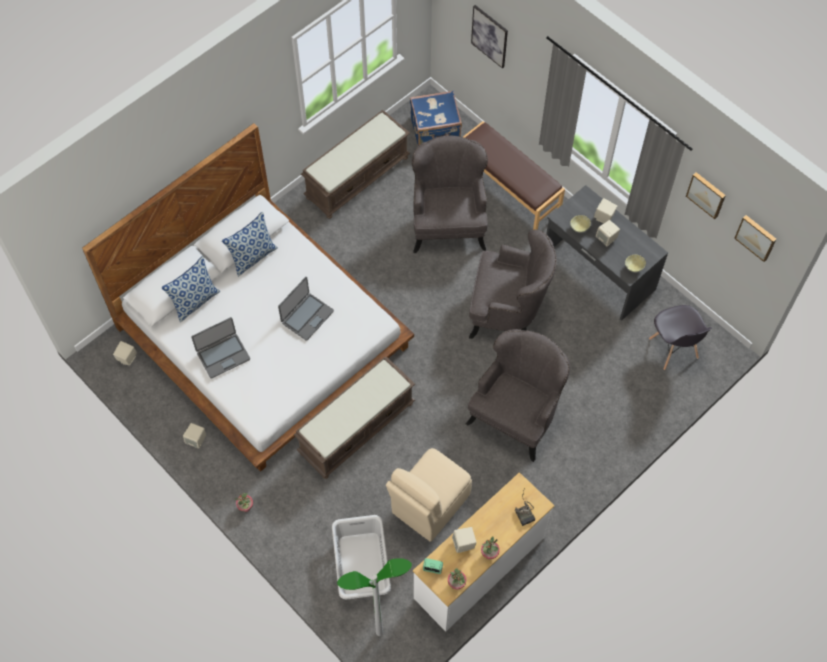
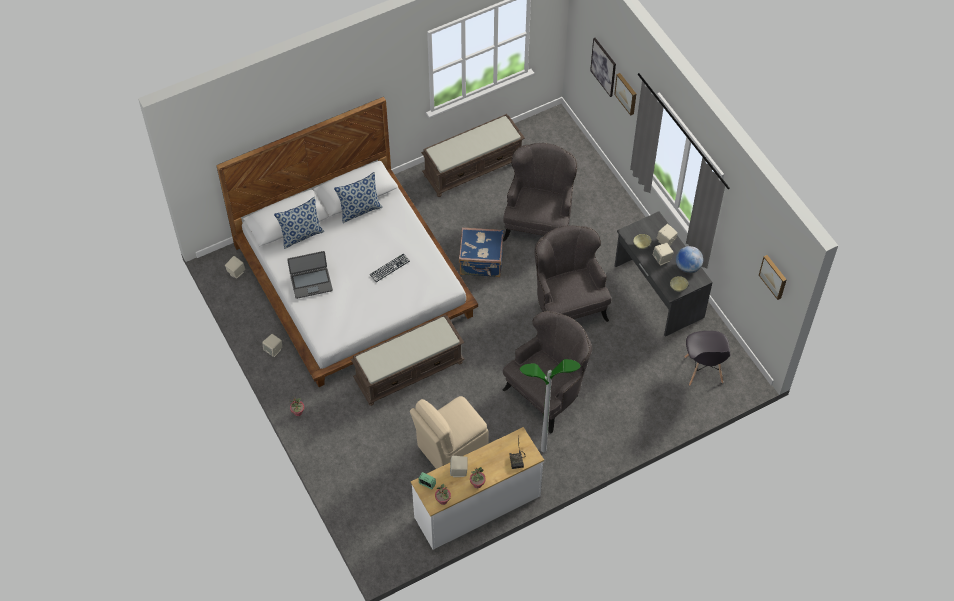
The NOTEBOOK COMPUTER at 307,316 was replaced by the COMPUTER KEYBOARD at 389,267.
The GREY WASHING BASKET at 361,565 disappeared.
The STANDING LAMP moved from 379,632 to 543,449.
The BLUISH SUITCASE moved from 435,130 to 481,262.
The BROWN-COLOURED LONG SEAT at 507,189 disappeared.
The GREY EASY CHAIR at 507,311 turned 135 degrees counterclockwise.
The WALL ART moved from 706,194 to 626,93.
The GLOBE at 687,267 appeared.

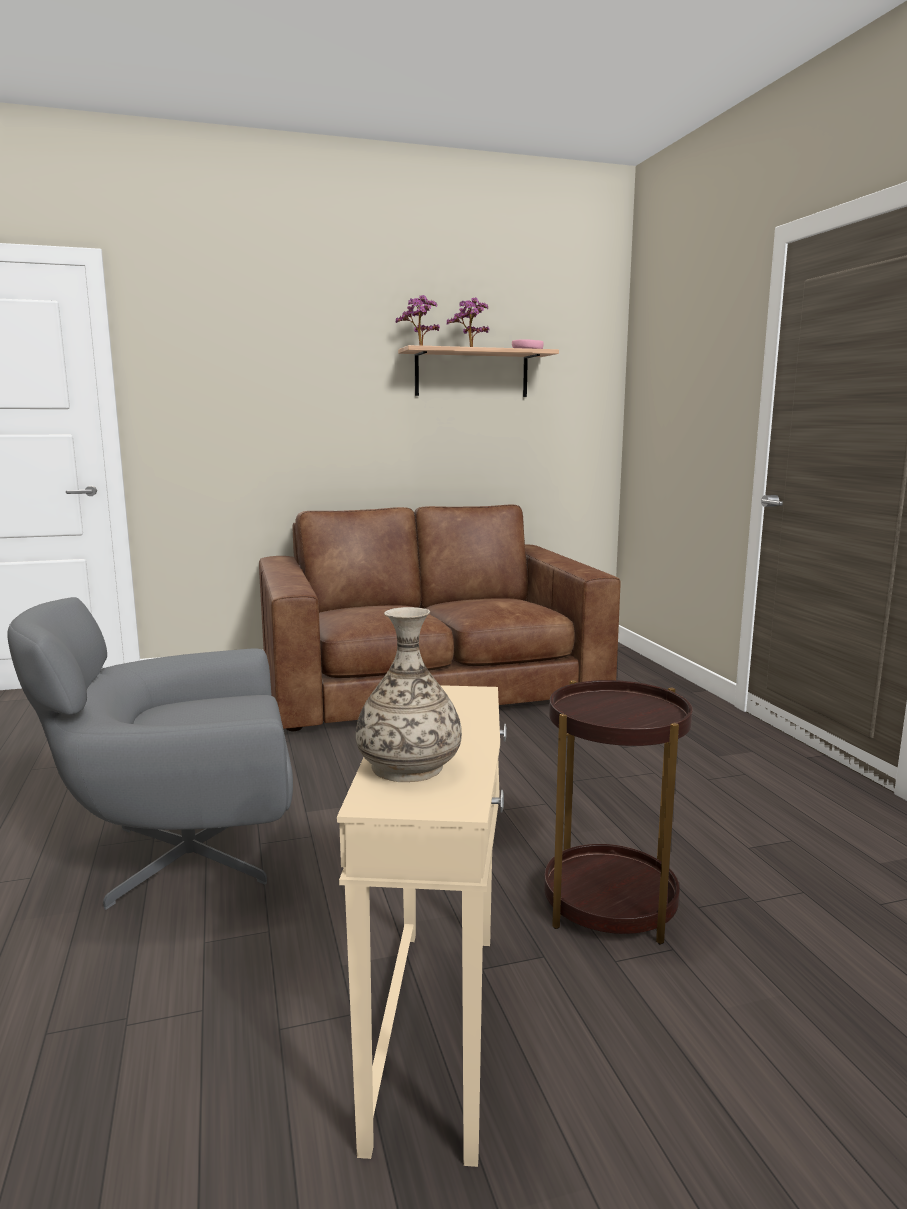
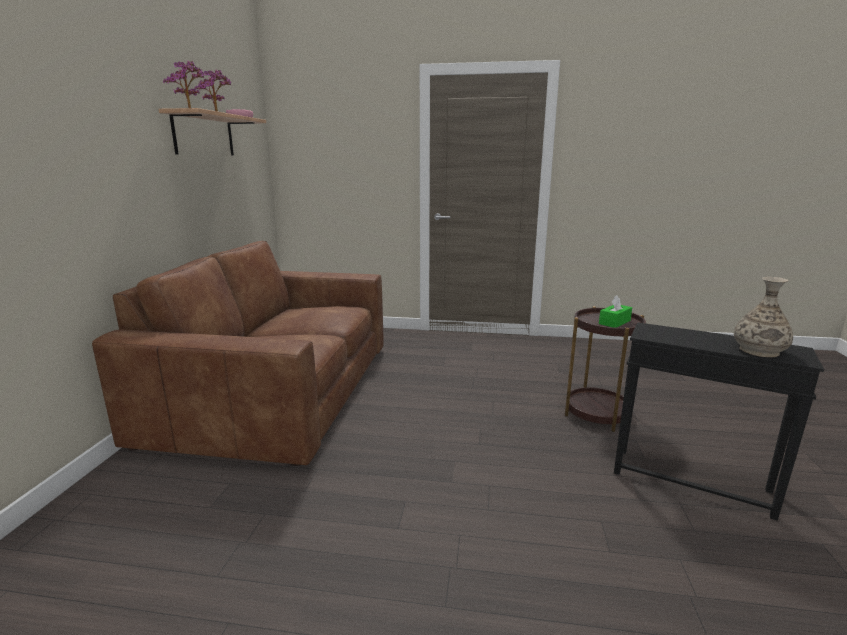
The GREY EASY CHAIR at 181,856 disappeared.
The SAND-COLOURED SIDE TABLE at 437,1028 became the BLACK-COLOURED SIDE TABLE at 690,480.
The GREENISH TISSUE BOX at 614,322 appeared.

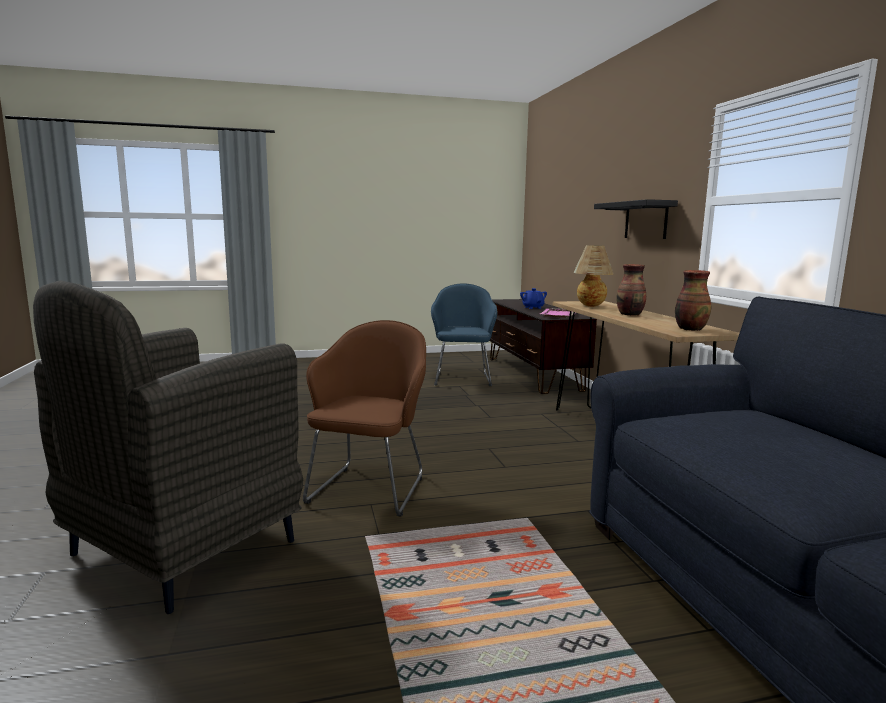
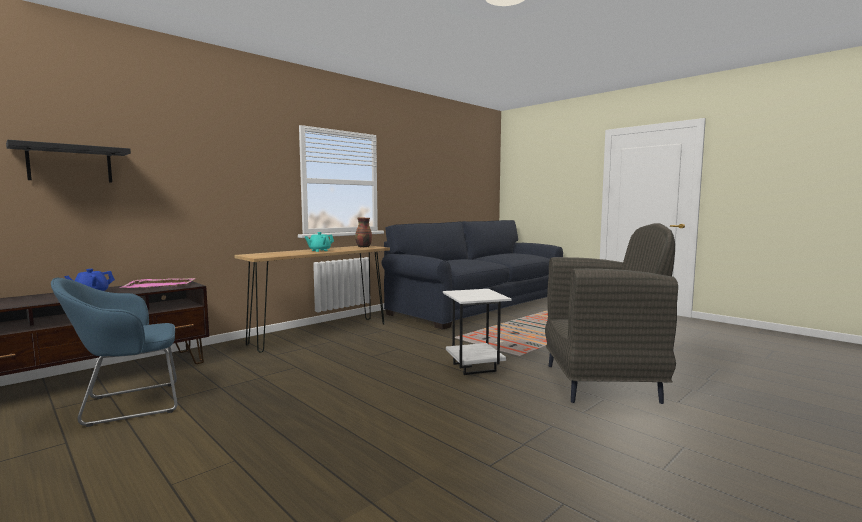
The BROWN-COLOURED EASY CHAIR at 370,487 was replaced by the WHITE SIDE TABLE at 473,368.
The TABLE LAMP at 591,306 disappeared.
The BLACK-COLOURED BRACKET SHELF moved from 646,220 to 70,164.
The VASE at 630,314 was replaced by the TURQUOISE-COLOURED POT FOR TEA at 319,250.

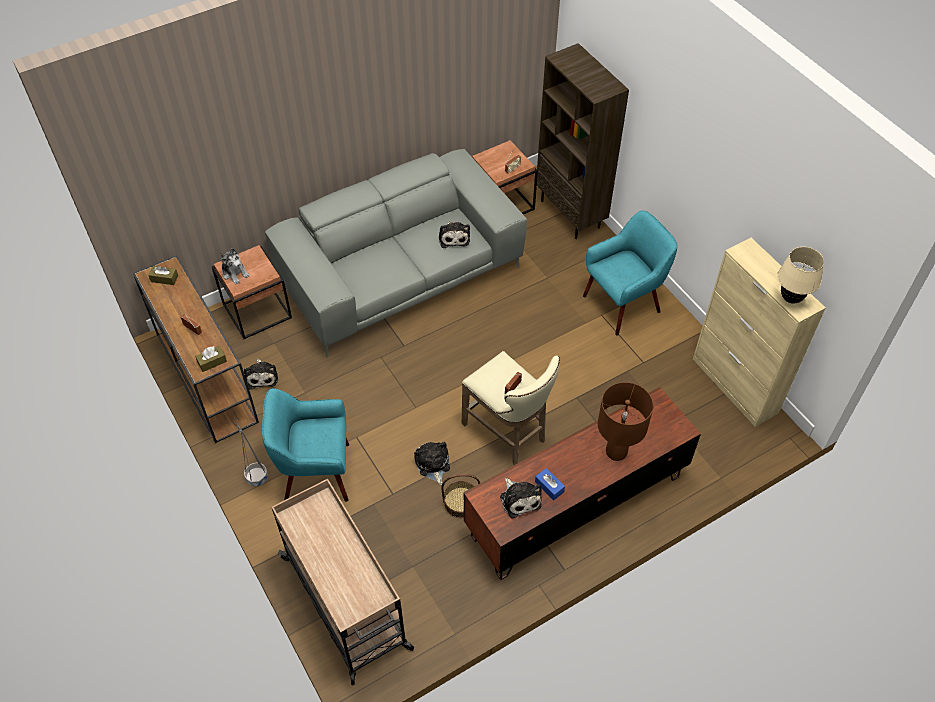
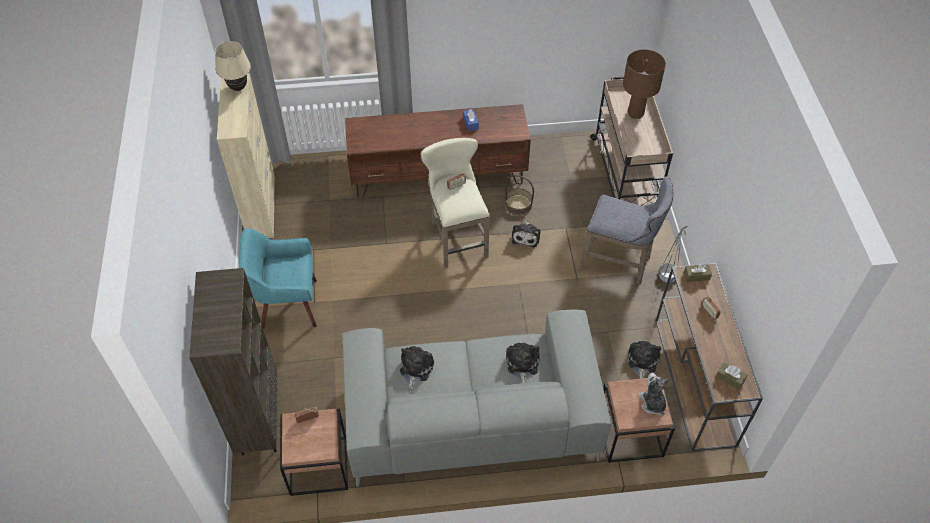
The TURQUOISE-COLOURED EASY CHAIR at 316,473 was replaced by the GREY STOOL SEAT at 619,263.
The PLUSH TOY moved from 519,499 to 522,365.
The BROWN-COLOURED TABLE LAMP moved from 616,452 to 636,113.

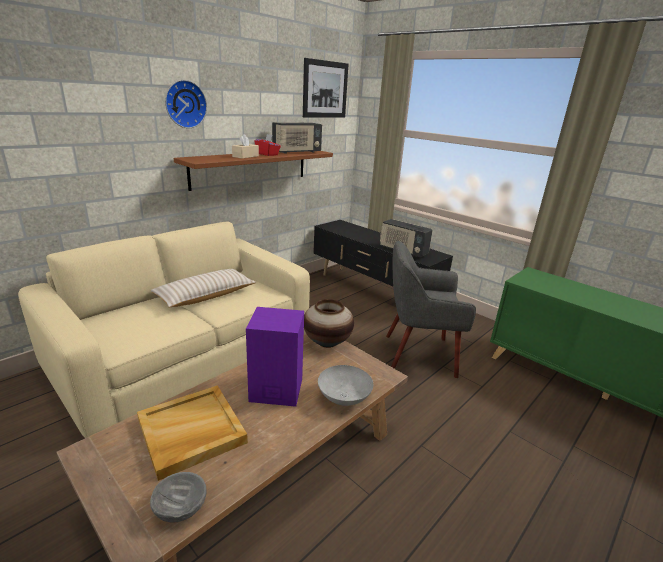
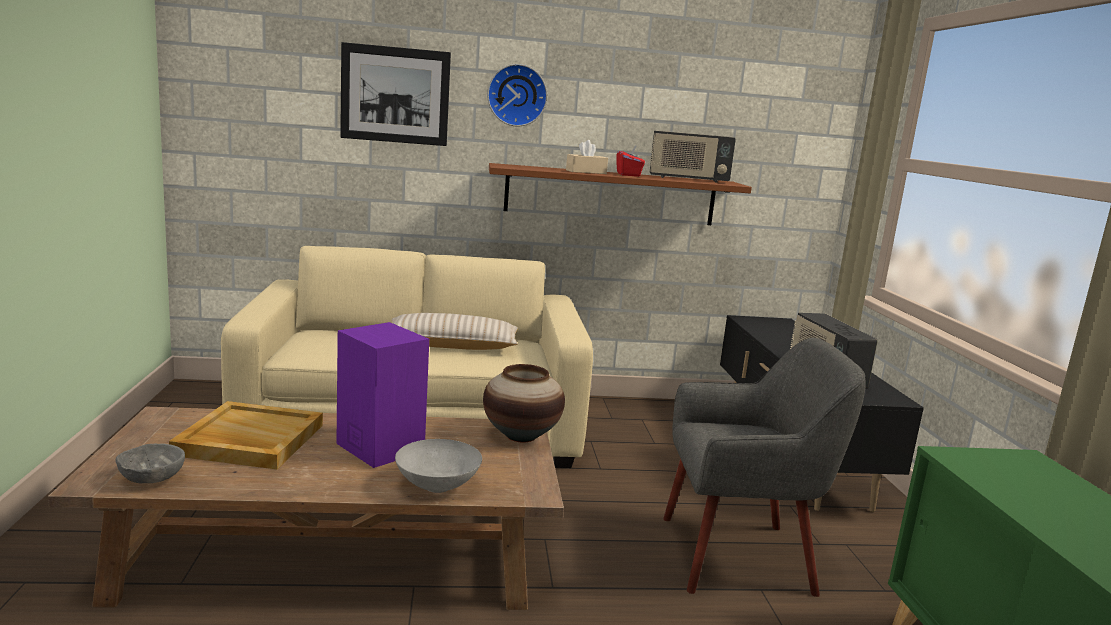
The WALL ART moved from 325,89 to 395,95.
The GREY EASY CHAIR at 418,354 turned 135 degrees clockwise.

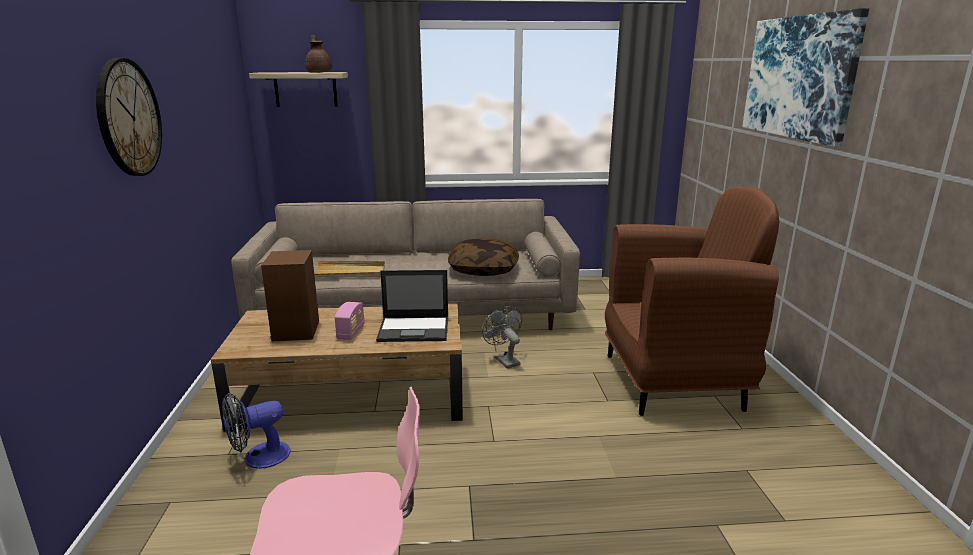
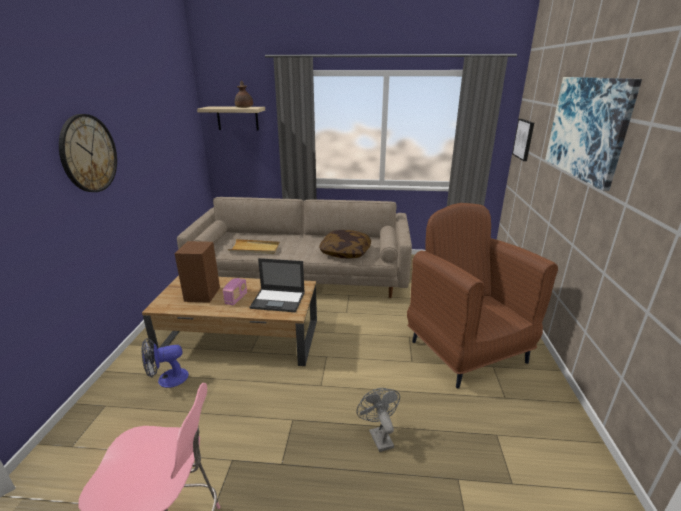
The GREY COOLING FAN moved from 504,360 to 378,435.
The BROWN-COLOURED EASY CHAIR at 674,381 turned 120 degrees counterclockwise.
The WALL ART at 524,139 appeared.

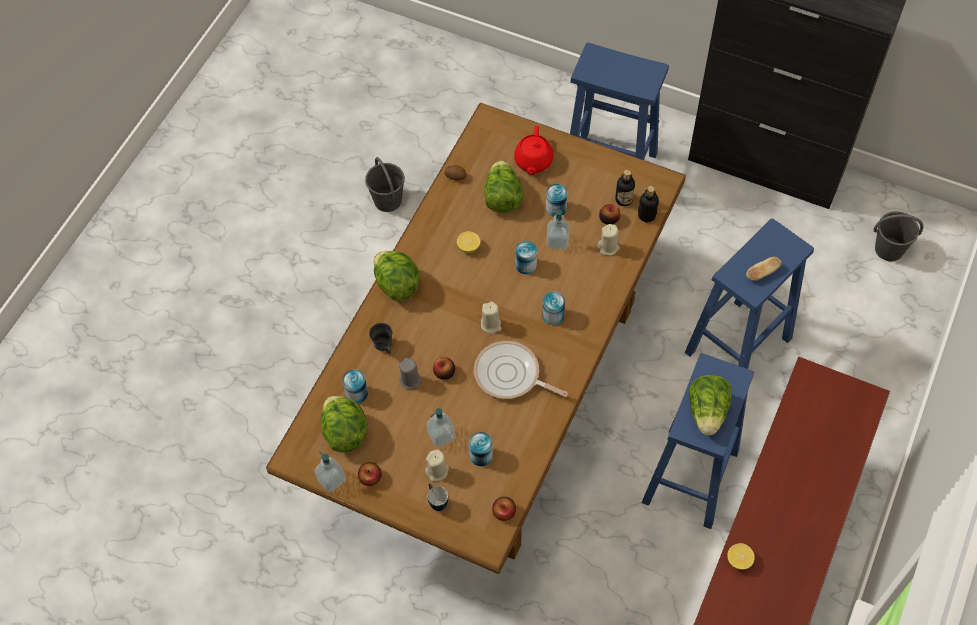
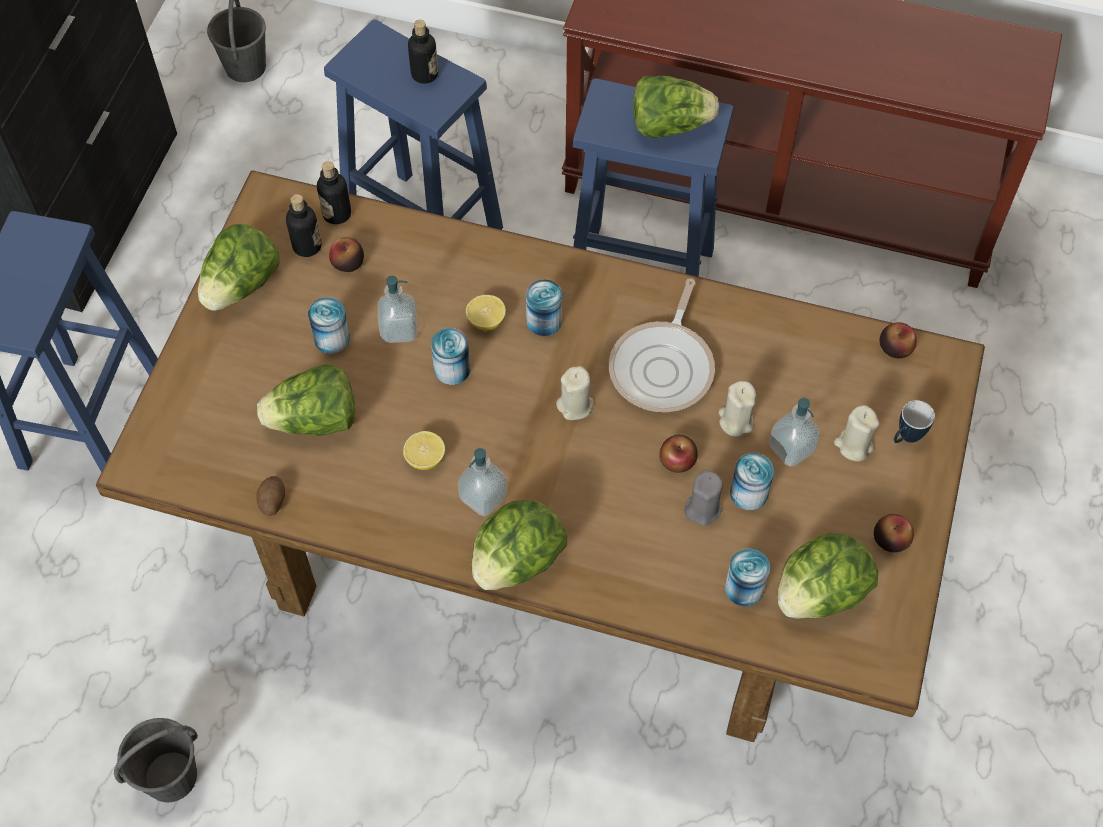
The SOAP DISPENSER moved from 331,480 to 483,497.
The GREY COFFEE MUG at 384,348 disappeared.
The CAN moved from 481,455 to 749,493.
The RED POT FOR TEA at 533,161 disappeared.
The SAND-COLOURED CANDLE moved from 608,247 to 735,420.
The CITRUS FRUIT moved from 739,560 to 486,321.
The BREAD at 762,273 was replaced by the BEVERAGE BOTTLE at 424,74.
The LETTUCE HEAD at 241,286 appeared.

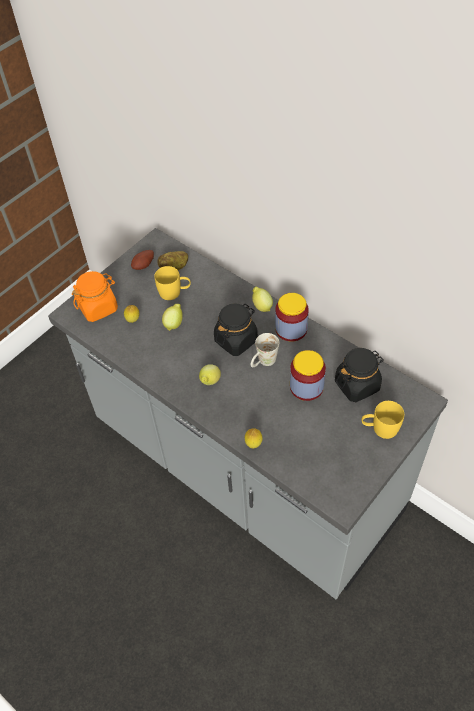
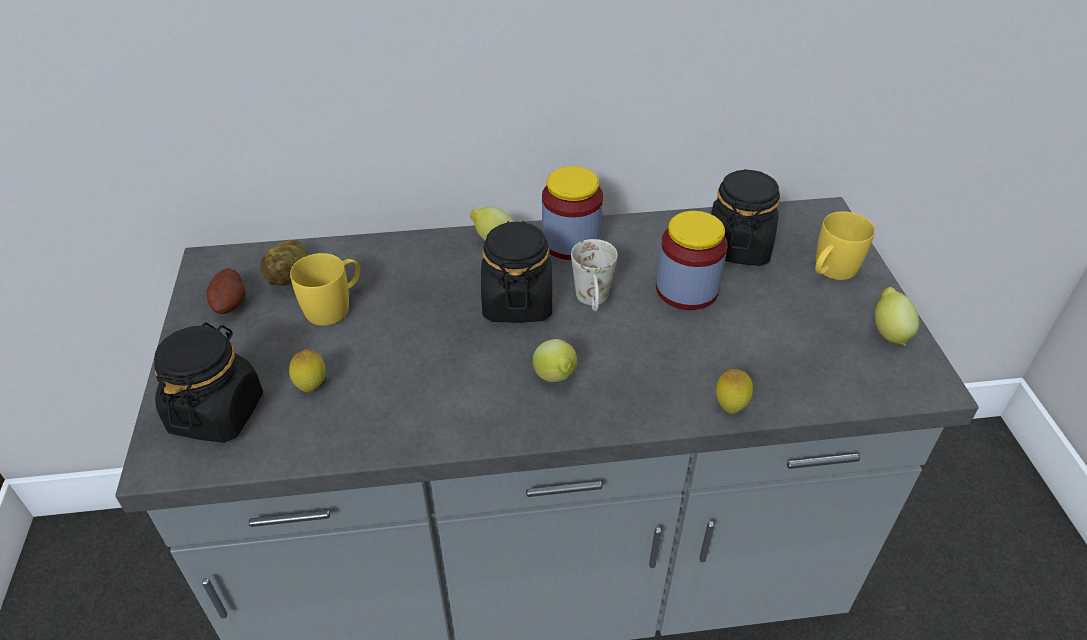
The ORANGE-COLOURED PRESERVE JAR at 98,307 became the BLACK-COLOURED PRESERVE JAR at 217,412.
The CITRUS FRUIT moved from 174,323 to 888,332.

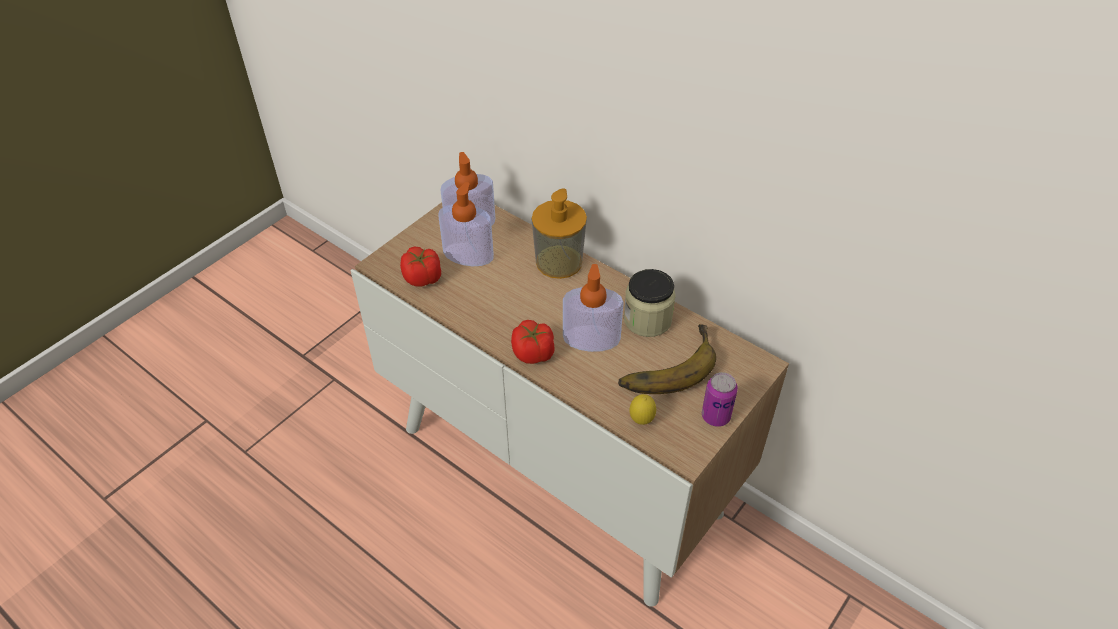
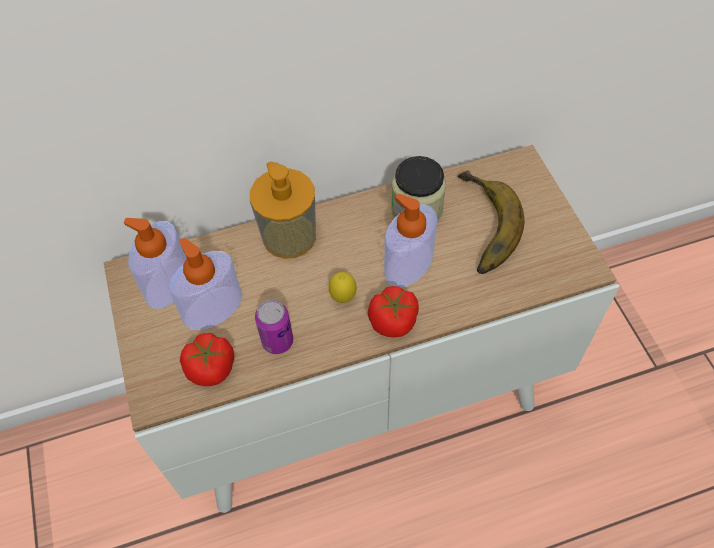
The CITRUS FRUIT moved from 641,421 to 343,298.
The CAN moved from 715,416 to 277,341.

